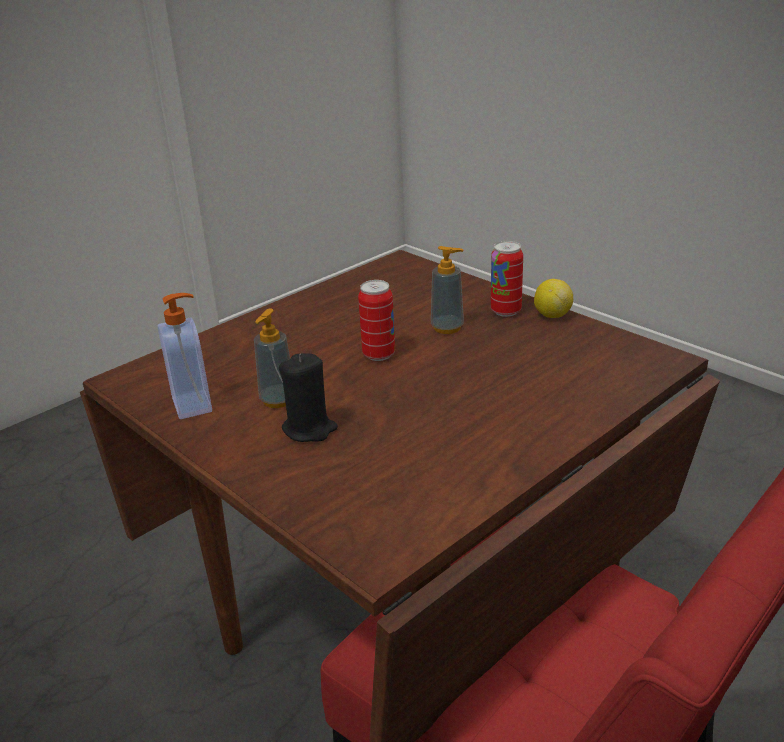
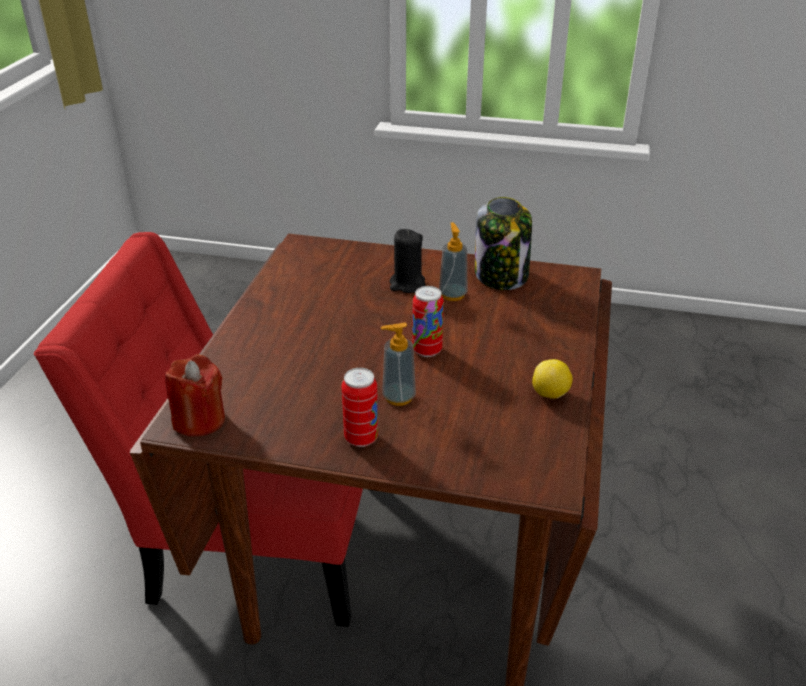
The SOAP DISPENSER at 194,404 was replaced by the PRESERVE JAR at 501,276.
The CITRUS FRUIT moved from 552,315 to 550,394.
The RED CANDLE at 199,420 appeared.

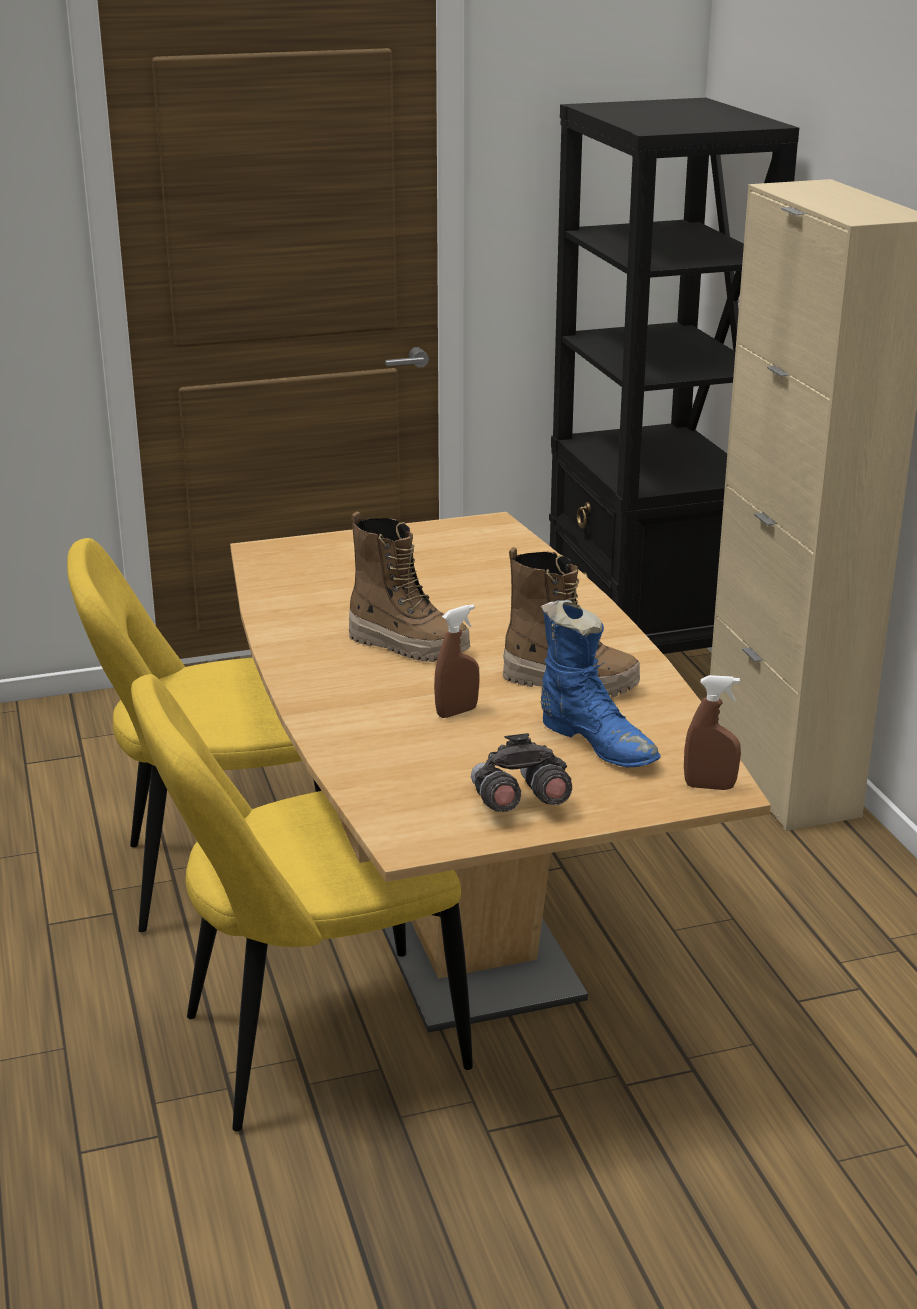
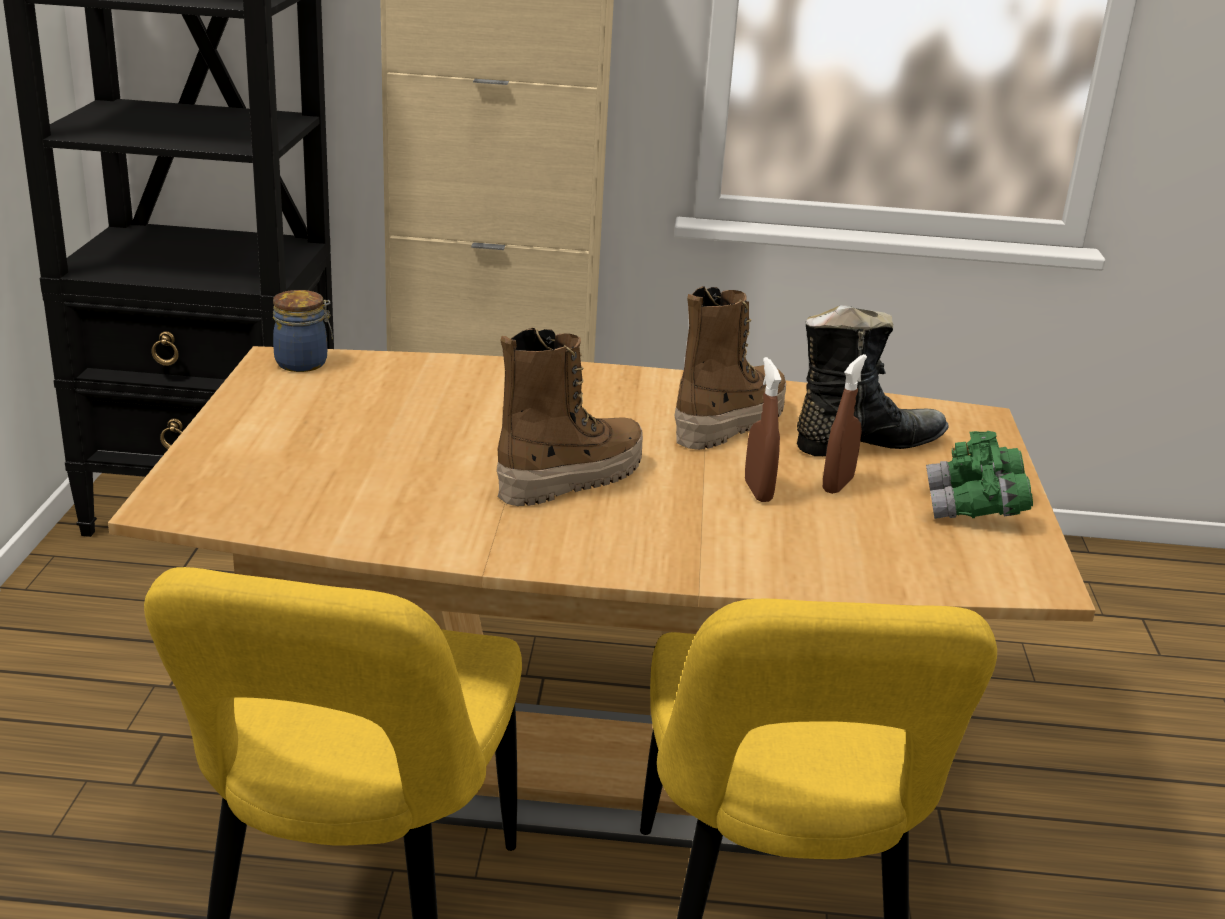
The GREY PAIR OF BINOCULARS at 517,803 became the GREENISH PAIR OF BINOCULARS at 974,509.
The BLUISH BOOT at 597,743 became the BLACK-COLOURED BOOT at 865,443.
The BROWN-COLOURED SPRAY BOTTLE moved from 709,786 to 837,484.
The PRESERVE JAR at 304,363 appeared.

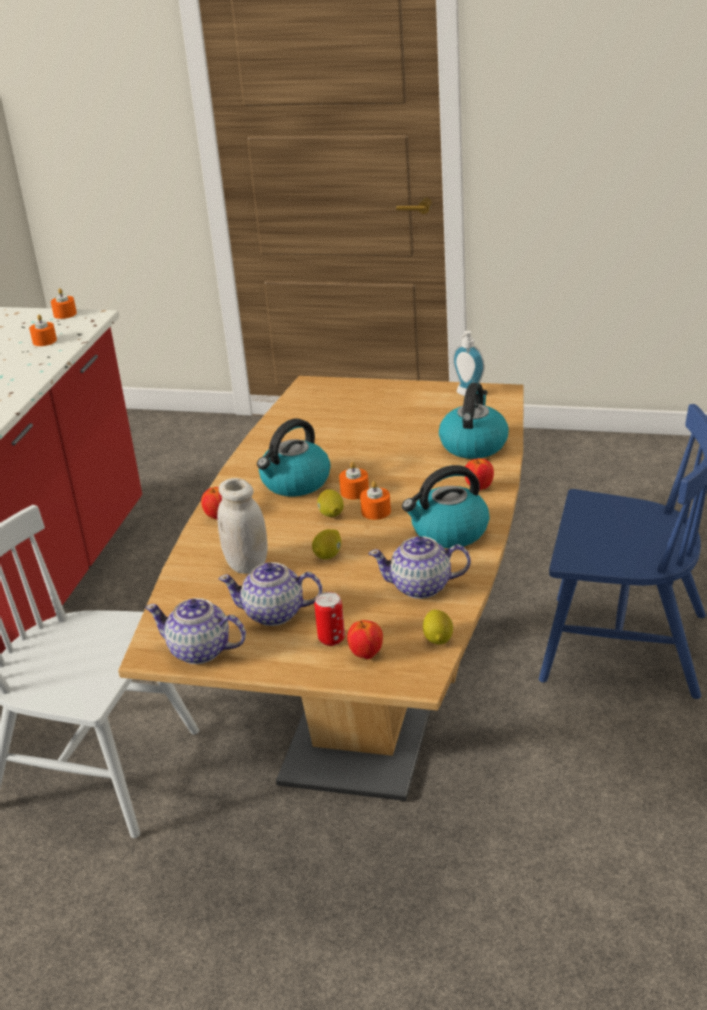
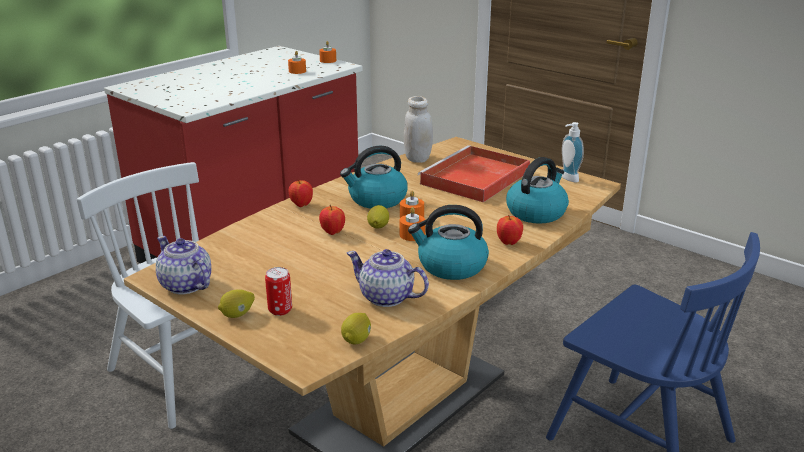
The WHITE PRESERVE JAR moved from 247,565 to 417,158.
The POT FOR TEA at 275,614 disappeared.
The CITRUS FRUIT moved from 328,555 to 237,314.
The WHOLE APPLE moved from 366,654 to 332,232.
The RED TRAY at 474,178 appeared.

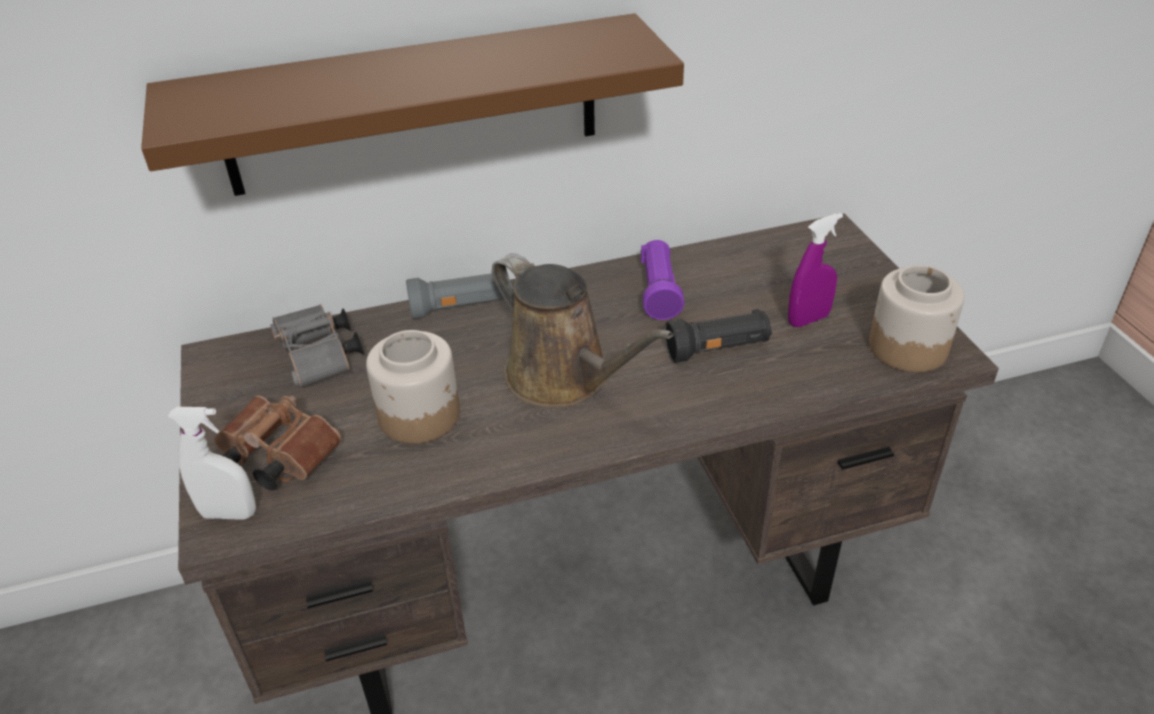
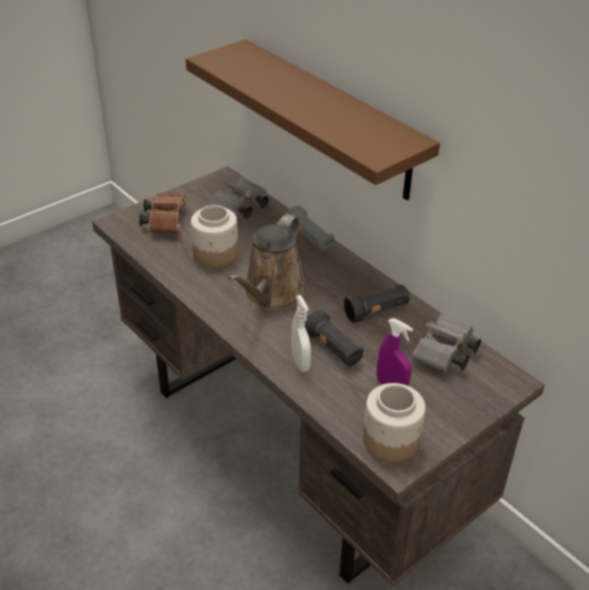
The WHITE SPRAY BOTTLE moved from 229,514 to 300,363.
The PURPLISH TORCH at 659,292 became the BLACK-COLOURED TORCH at 376,312.
The GREY PAIR OF BINOCULARS at 444,355 appeared.

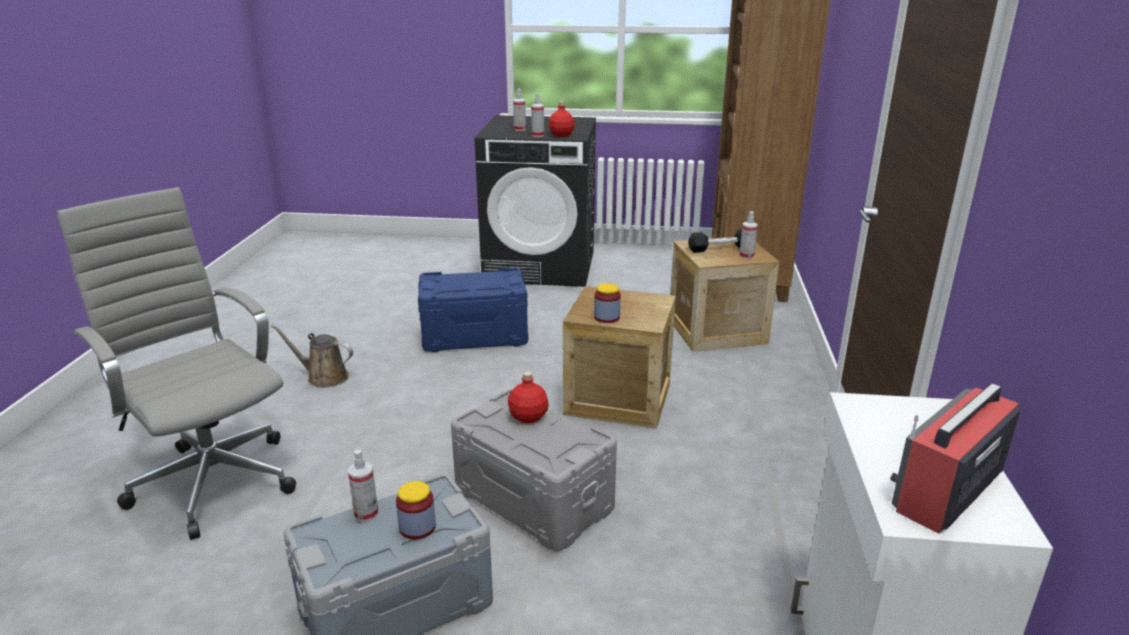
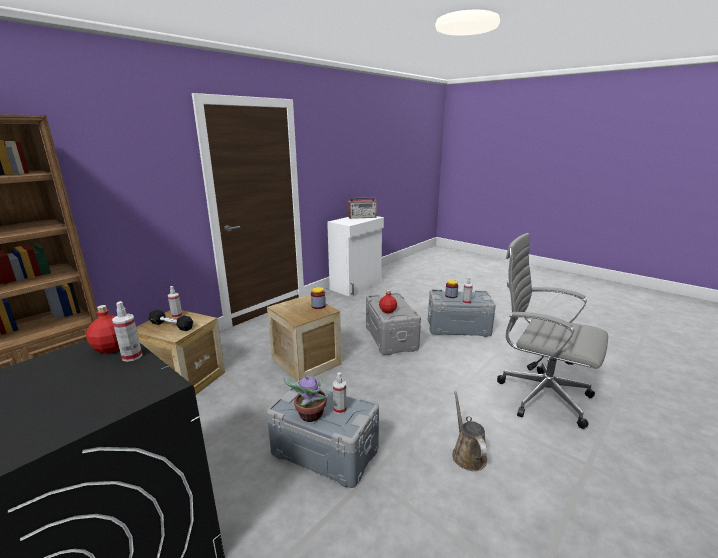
The GREY OFFICE CHAIR at 212,479 turned 135 degrees clockwise.
The BROWN-COLOURED WATERING CAN at 324,377 turned 150 degrees counterclockwise.
The BLUISH STORAGE BOX at 474,336 became the GREY STORAGE BOX at 325,450.
The SPRAY BOTTLE moved from 519,129 to 340,409.
The PLANT IN A POT at 310,415 appeared.

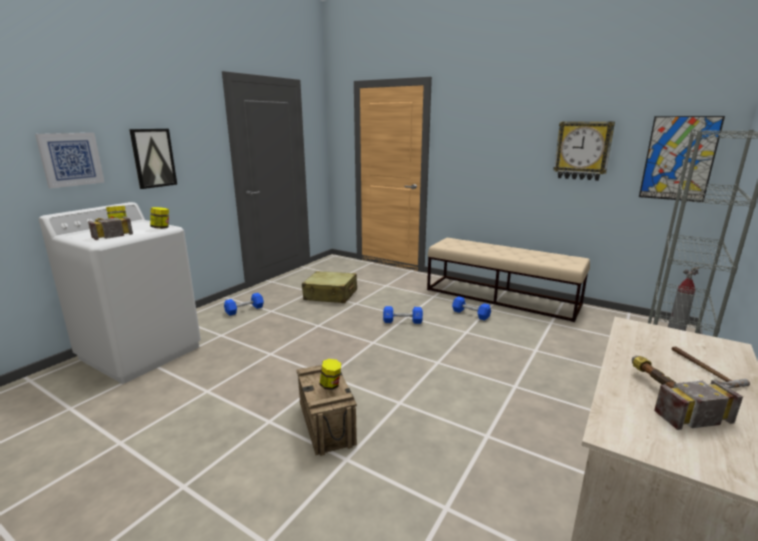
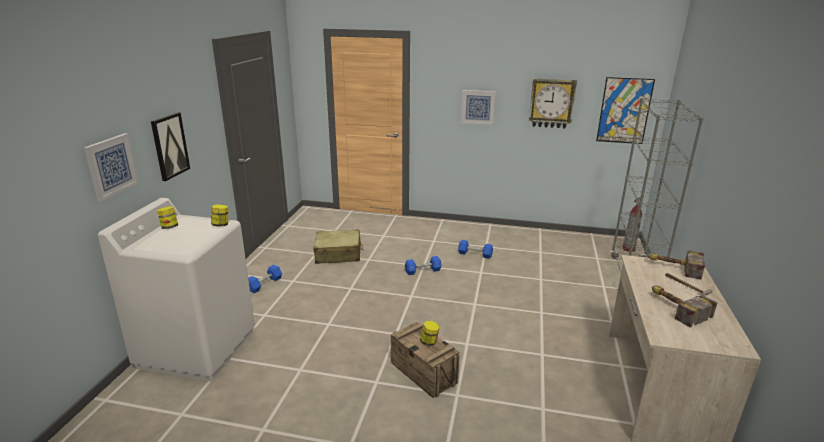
The HAND HAMMER moved from 107,232 to 672,267.
The SAND-COLOURED LONG SEAT at 501,297 disappeared.
The WALL ART at 478,107 appeared.

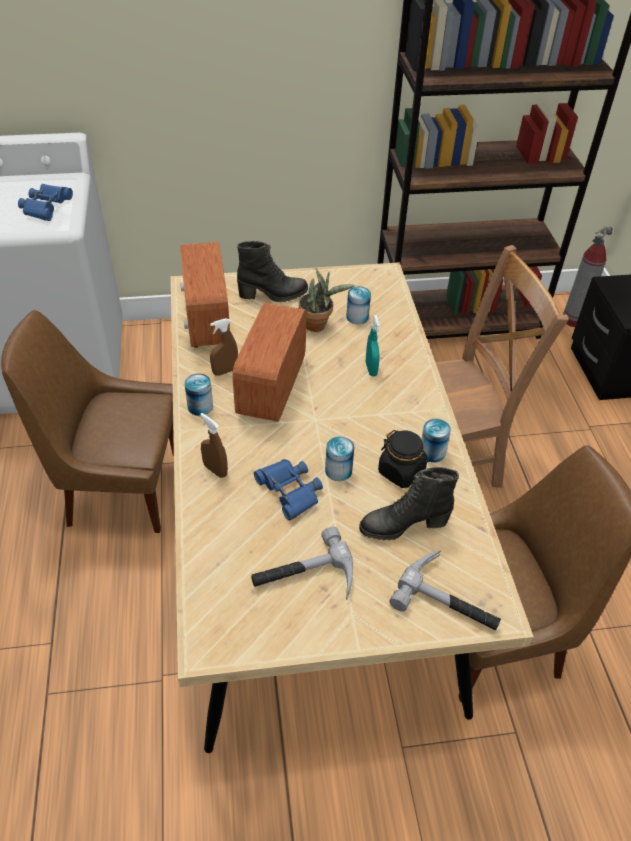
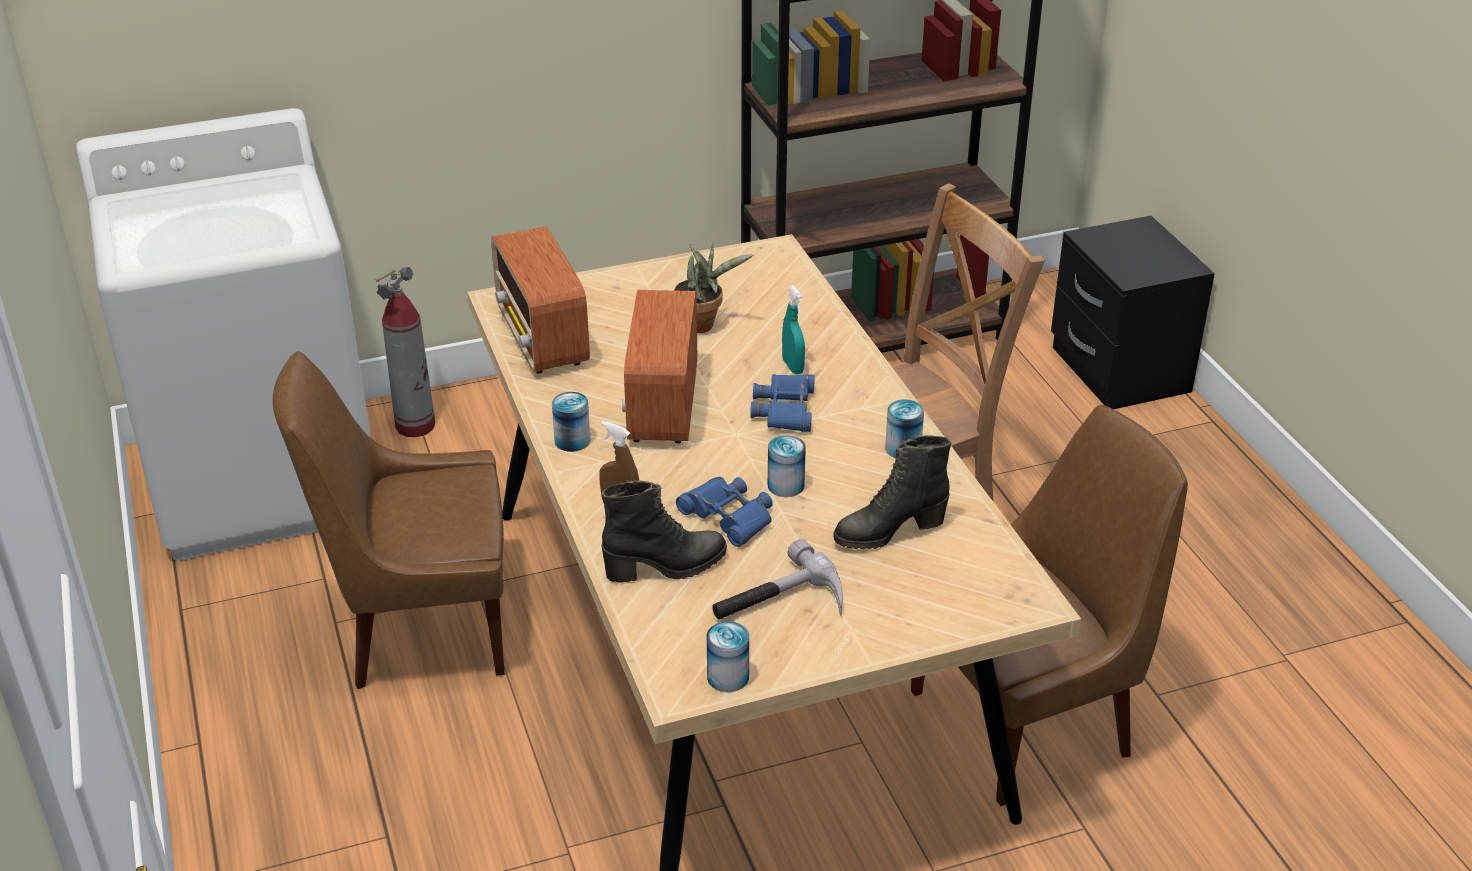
The BLUISH PAIR OF BINOCULARS moved from 46,207 to 786,409.
The BROWN-COLOURED SPRAY BOTTLE at 225,371 disappeared.
The BLACK-COLOURED BOOT moved from 273,295 to 666,567.
The CAN moved from 357,317 to 728,677.
The BLACK-COLOURED PRESERVE JAR at 401,472 disappeared.
The HAND HAMMER at 451,599 disappeared.
The FIRE EXTINGUISHER moved from 573,320 to 415,425.

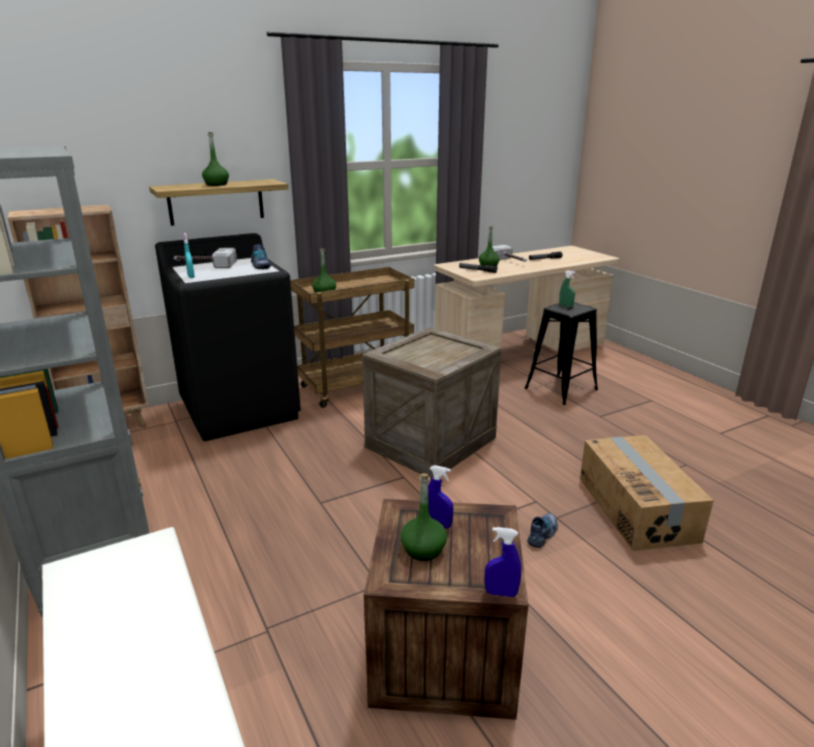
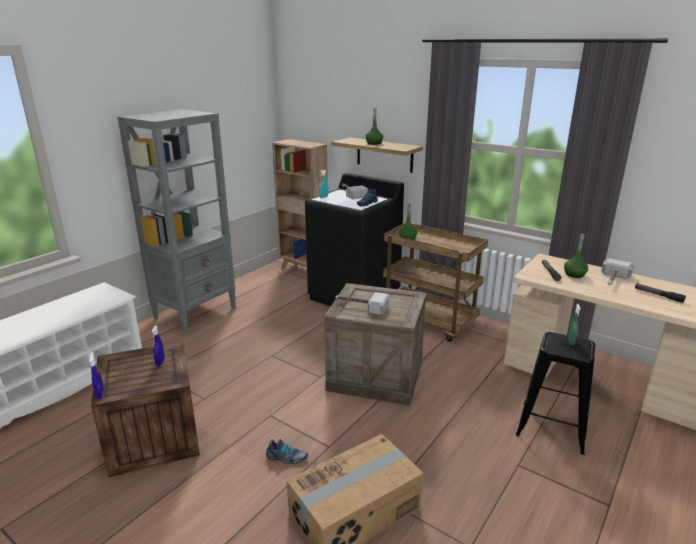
The GREENISH BEVERAGE BOTTLE at 423,549 disappeared.
The HAND HAMMER at 360,306 appeared.

